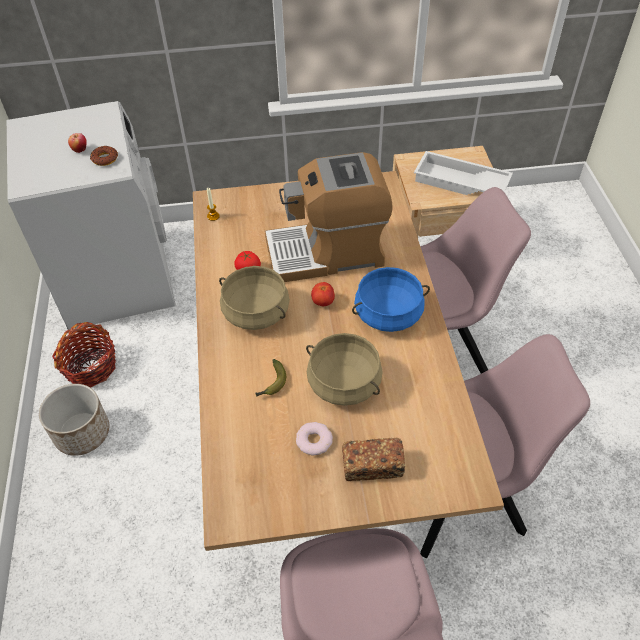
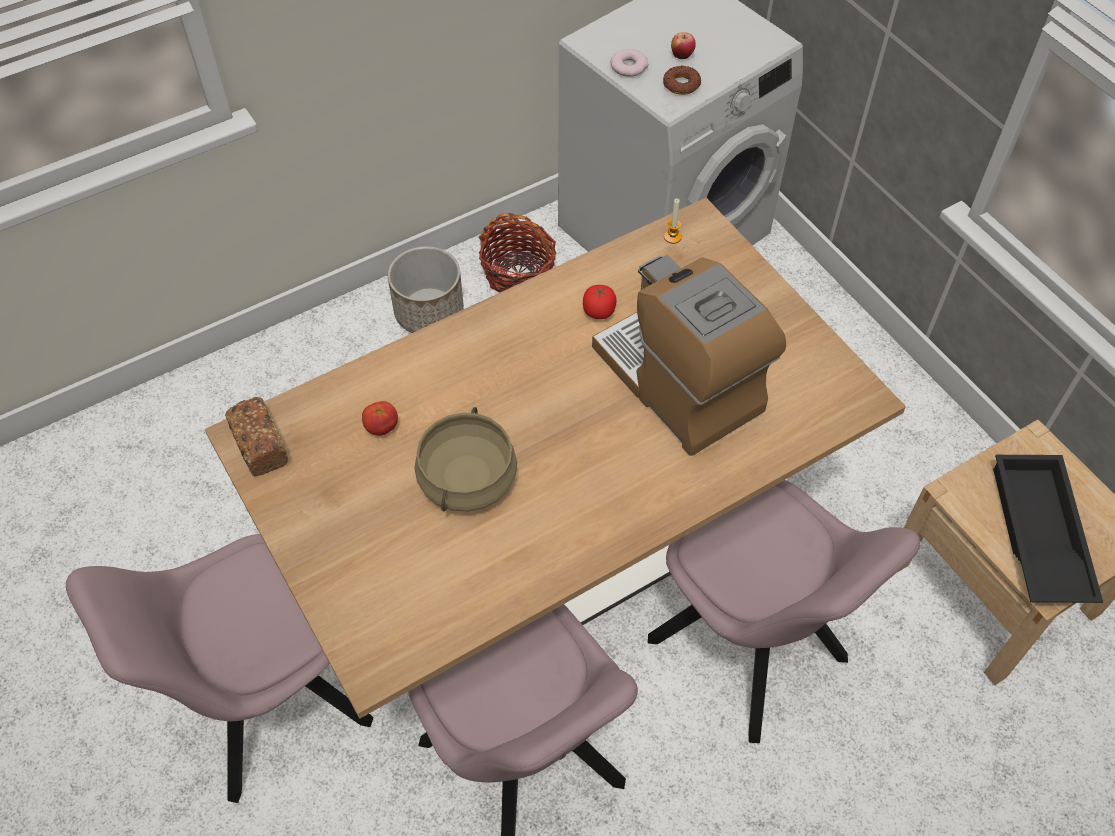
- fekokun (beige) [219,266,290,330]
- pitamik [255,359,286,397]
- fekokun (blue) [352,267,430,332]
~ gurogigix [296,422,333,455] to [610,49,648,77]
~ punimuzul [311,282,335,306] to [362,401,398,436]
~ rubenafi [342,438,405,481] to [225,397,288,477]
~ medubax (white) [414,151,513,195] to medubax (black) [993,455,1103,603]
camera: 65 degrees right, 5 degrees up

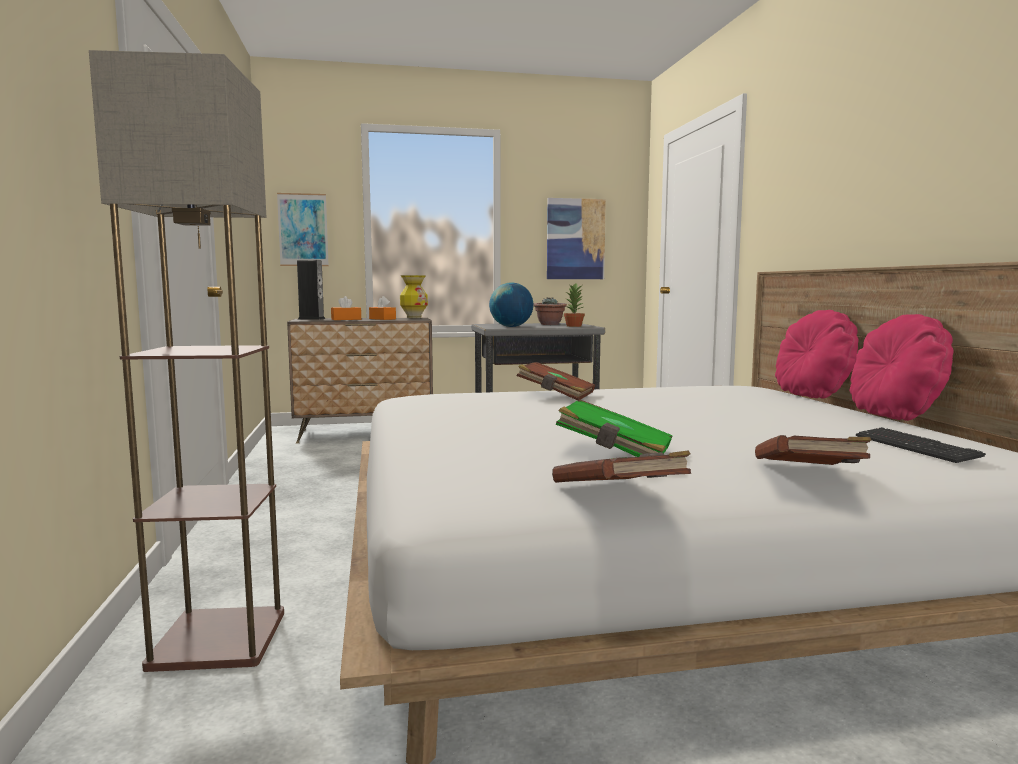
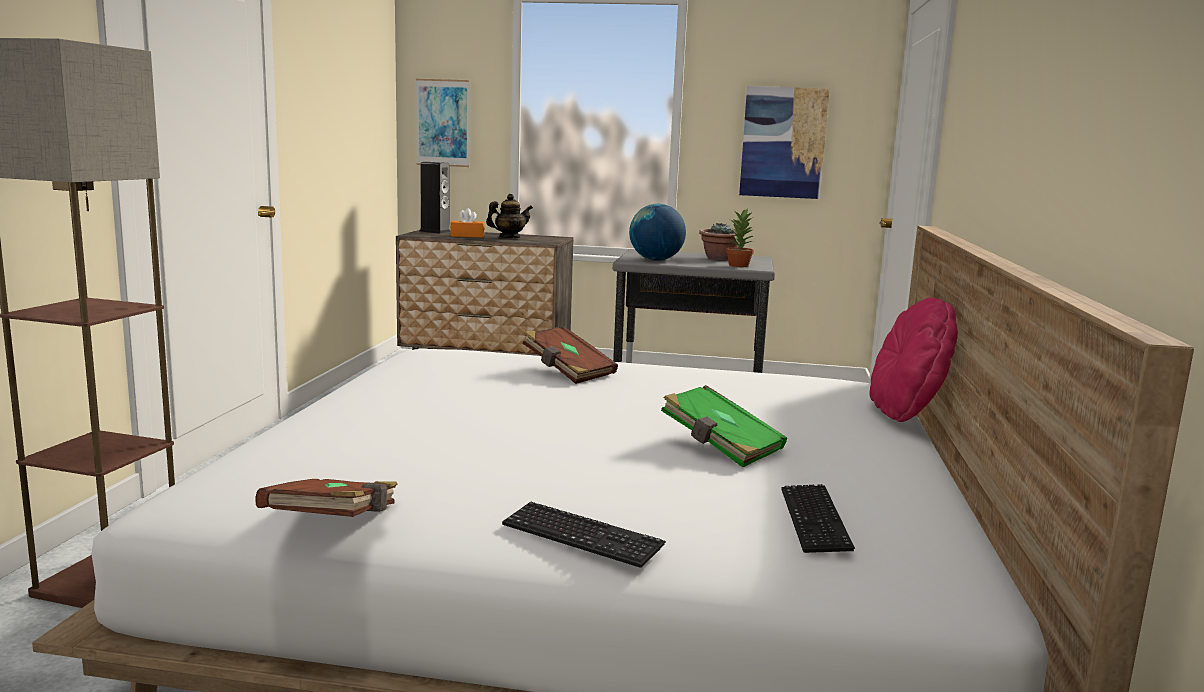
- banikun [400,275,428,318]
- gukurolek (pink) [850,314,954,421]
~ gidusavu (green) [556,399,673,457] to [661,385,787,468]
~ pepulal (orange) [369,296,396,320] to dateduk [486,194,533,238]
~ gidusavu (brown) [755,435,871,465] to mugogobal [502,502,666,568]
camera: 20 degrees right, 5 degrees up

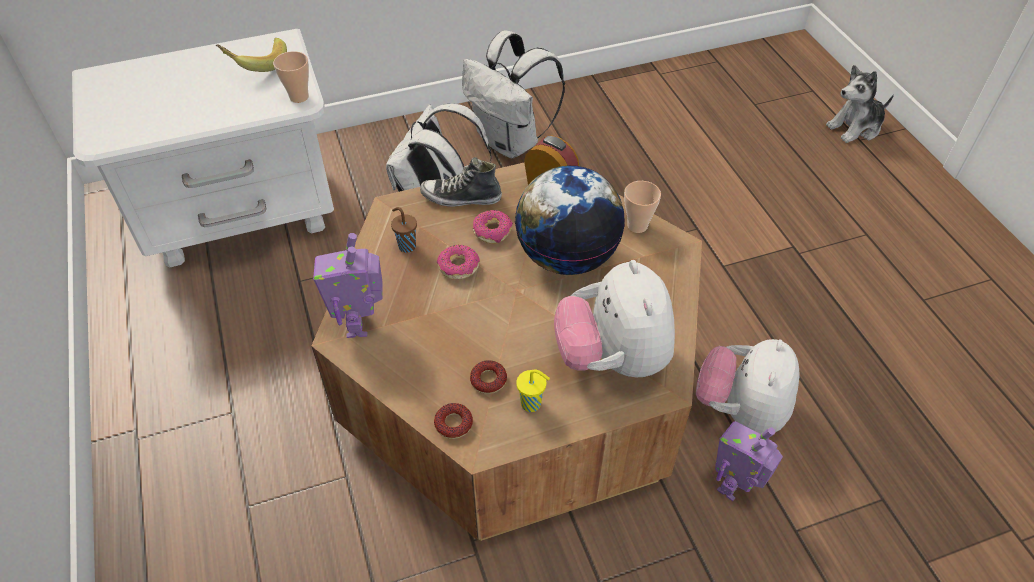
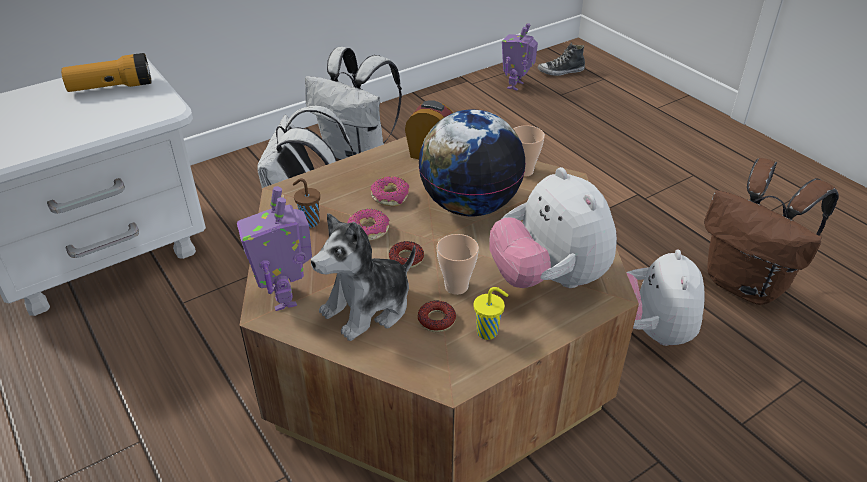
+ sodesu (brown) [704,158,839,305]
~ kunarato [273,51,309,103] to [437,234,479,295]
~ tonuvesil [420,157,502,207] to [538,42,585,76]
~ gurogigix [434,403,473,439] to [389,241,424,268]
~ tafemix [715,421,783,501] to [502,23,538,91]
~ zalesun [826,65,894,143] to [311,213,416,341]
~ pitamik [216,38,287,72] to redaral [61,53,152,92]
camera: 15 degrees left, 10 degrees down

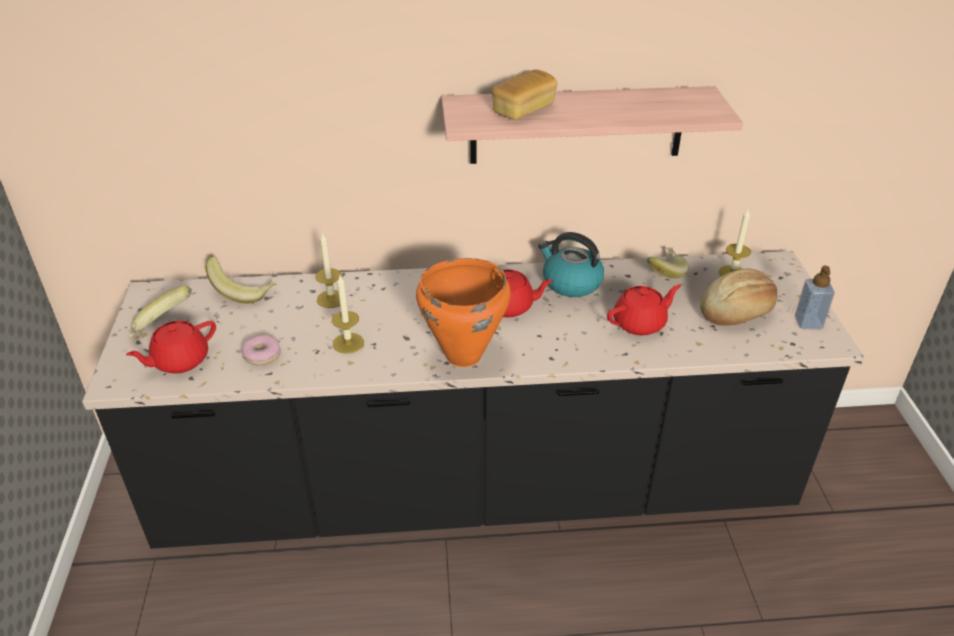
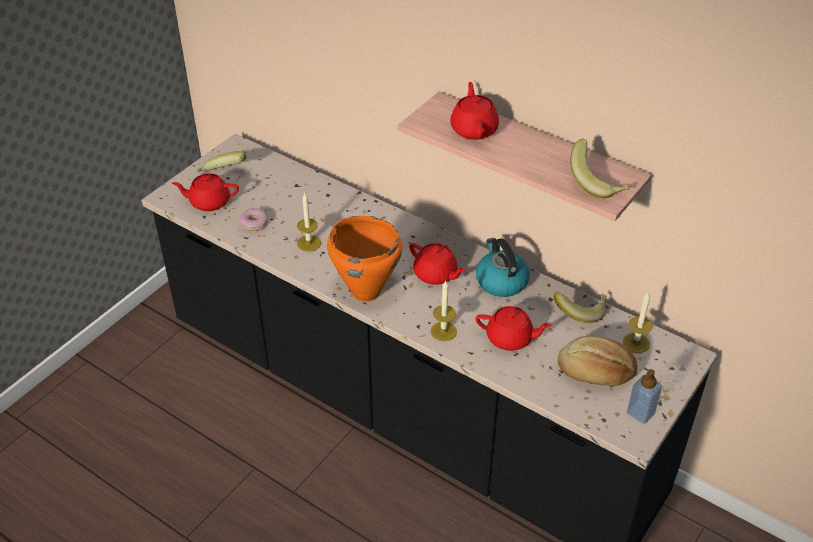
~ pitamik [205,257,276,303] to [570,139,629,198]
~ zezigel [315,232,341,308] to [431,281,457,341]
~ rubenafi [492,69,558,120] to dateduk (red) [451,82,499,140]
camera: 40 degrees right, 5 degrees up

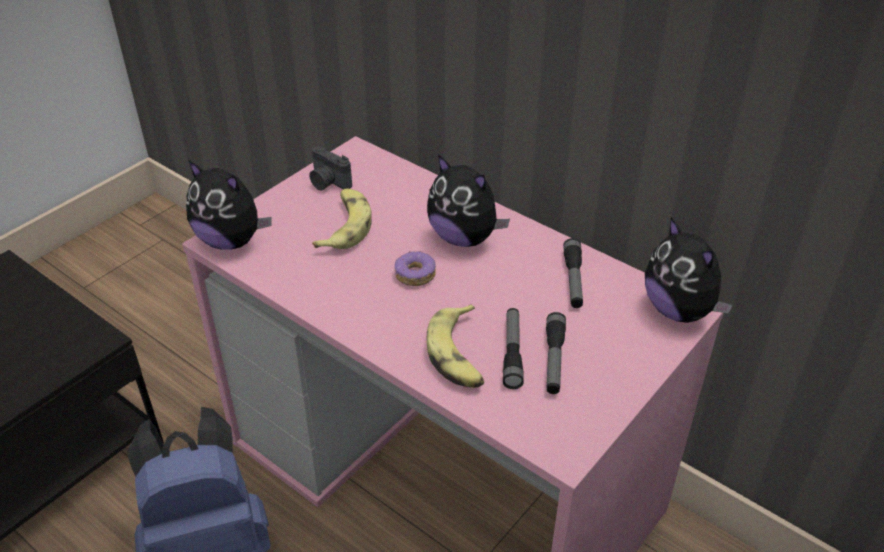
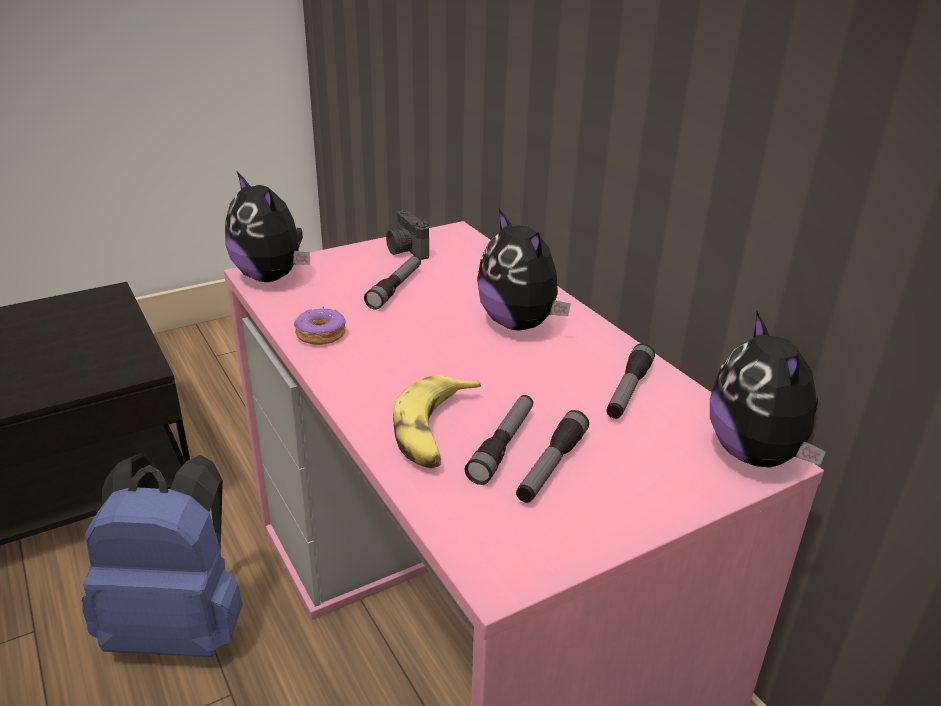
~ gurogigix [395,251,436,286] to [294,307,346,345]
~ pitamik [312,188,372,249] to redaral [364,256,421,310]
camera: 20 degrees right, 10 degrees down

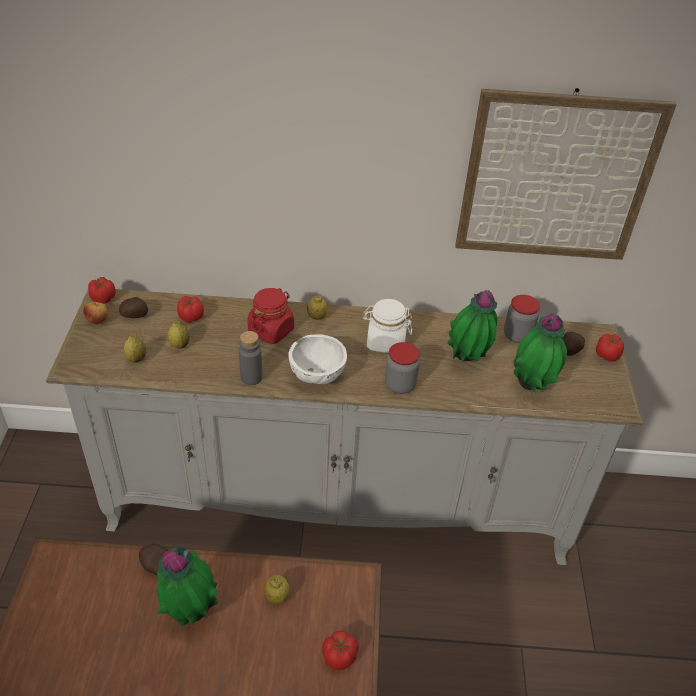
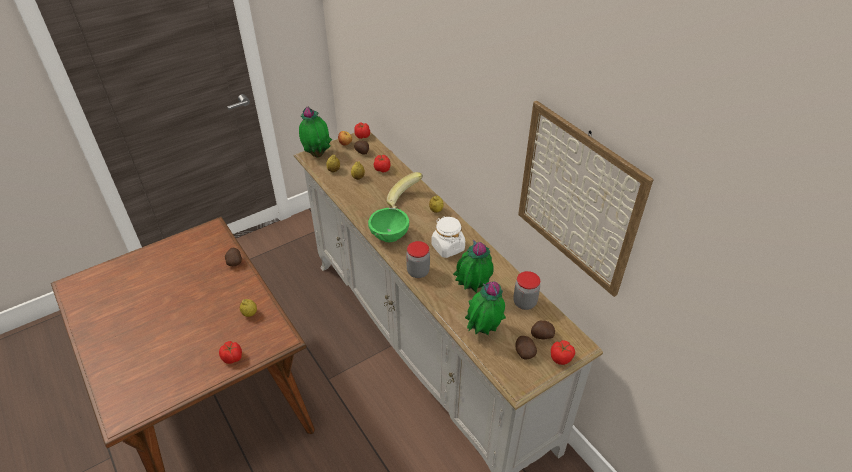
- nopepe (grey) [239,331,262,385]
+ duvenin [515,336,537,360]
~ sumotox [157,546,218,626] to [299,106,332,158]
~ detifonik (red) [248,288,294,344] to pitamik [387,172,423,208]
~ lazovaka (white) [288,334,347,384] to lazovaka (green) [368,208,409,242]
camera: 55 degrees right, 0 degrees up

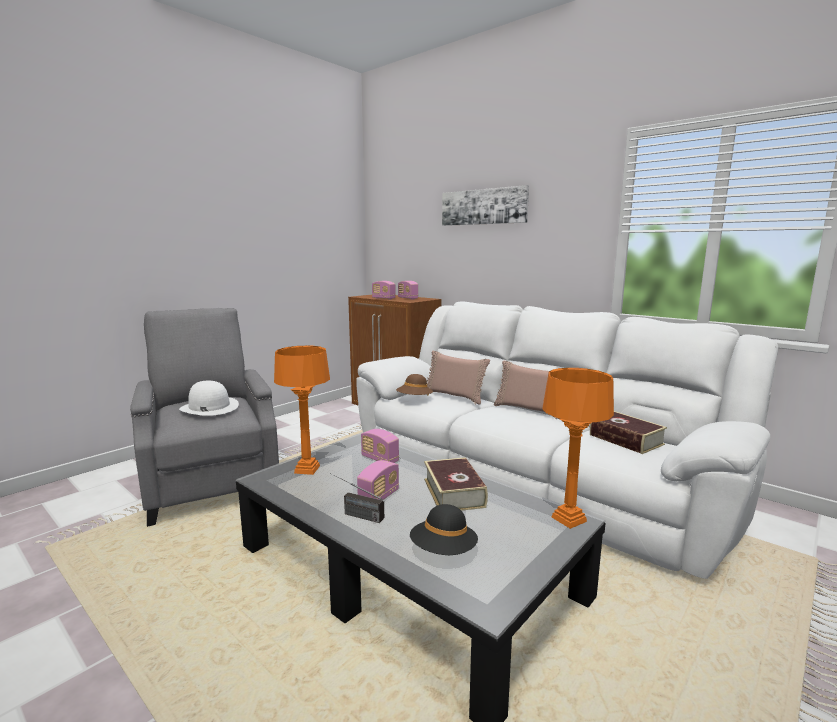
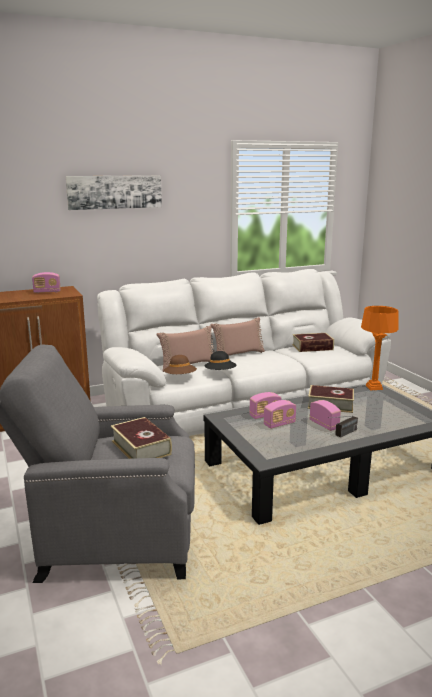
- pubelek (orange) [274,346,330,475]
~ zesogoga [372,281,396,299] to [264,400,296,429]
~ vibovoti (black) [410,504,478,555] to [205,351,236,370]
~ vibovoti (white) [179,381,239,416] to gidusavu [111,417,172,459]
camera: 65 degrees left, 5 degrees up

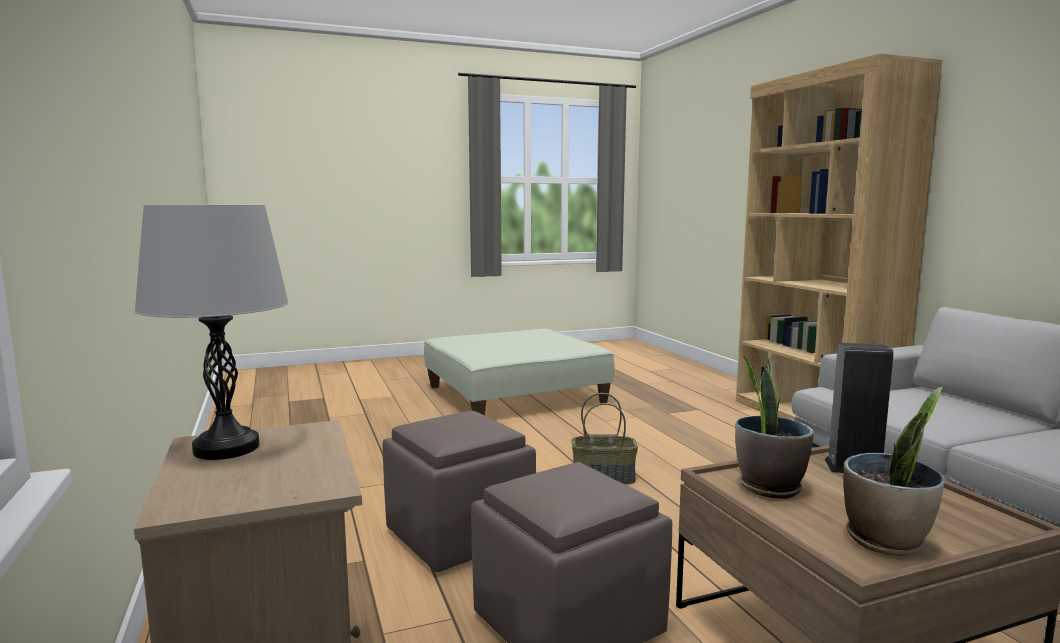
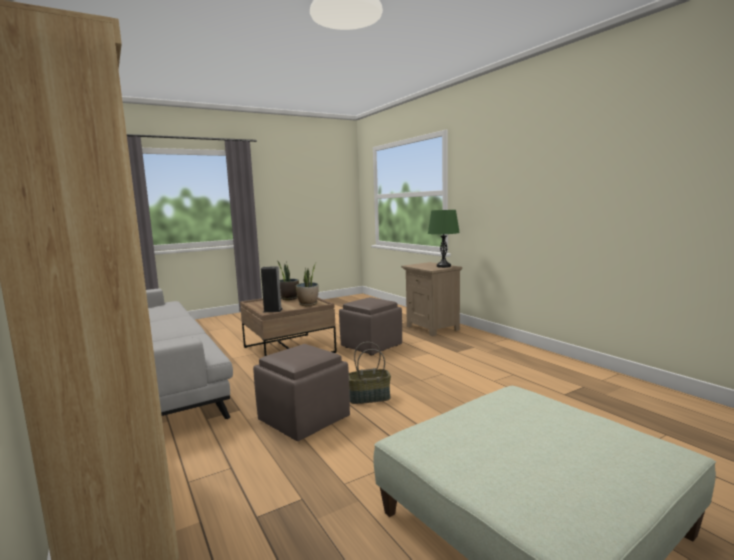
~ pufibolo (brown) [382,411,536,573] to [253,344,350,441]
~ pubelek (grey) [134,205,289,460] to pubelek (green) [428,210,460,268]
camera: 170 degrees right, 0 degrees up

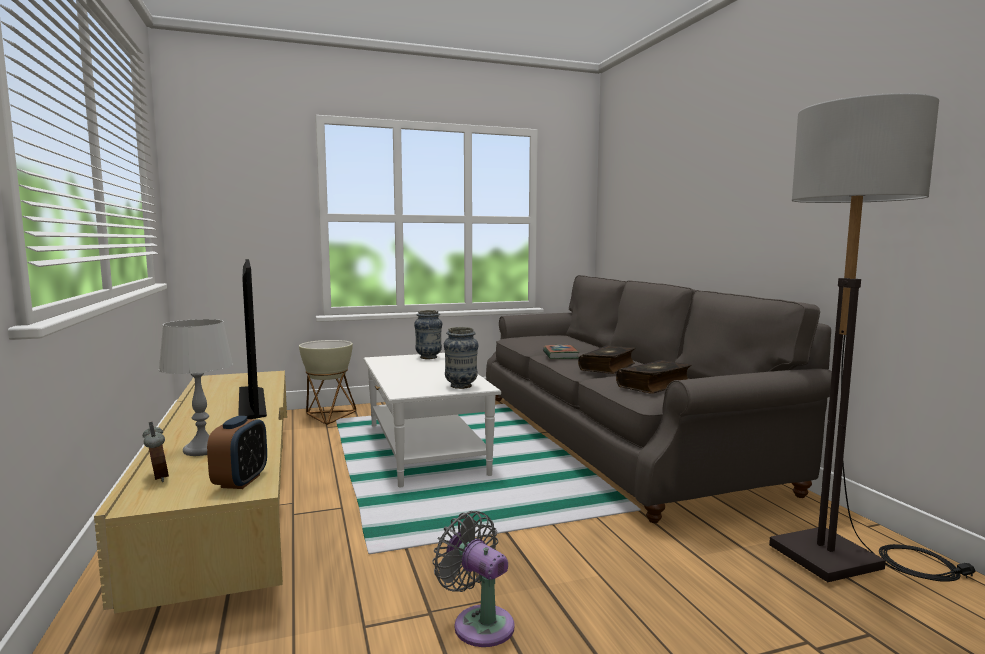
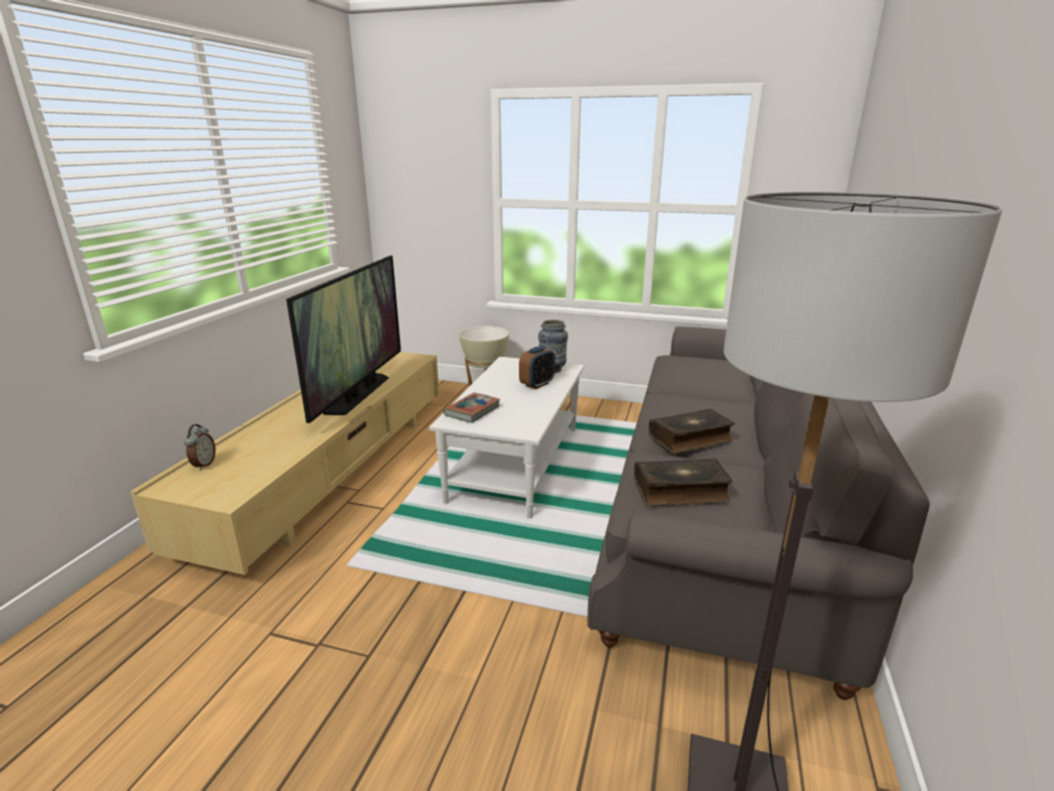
- pubelek (grey) [159,319,233,456]
- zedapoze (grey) [433,511,514,647]
- banikun [444,327,478,389]
~ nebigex [207,416,267,489] to [519,346,555,389]
~ gidusavu [543,345,579,359] to [443,393,501,423]
camera: 35 degrees right, 15 degrees up

